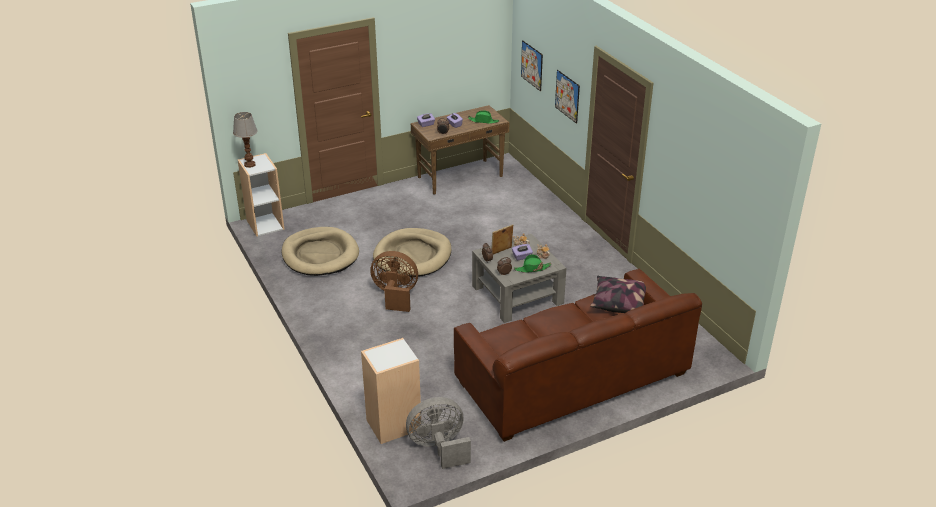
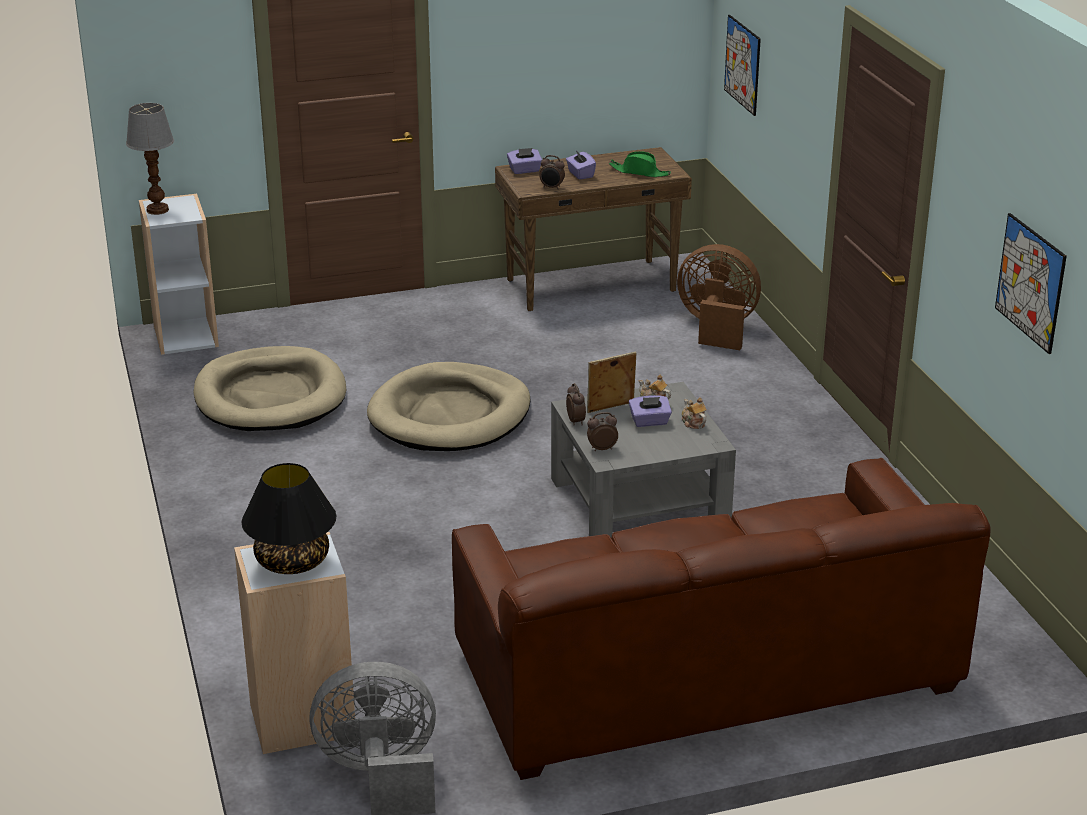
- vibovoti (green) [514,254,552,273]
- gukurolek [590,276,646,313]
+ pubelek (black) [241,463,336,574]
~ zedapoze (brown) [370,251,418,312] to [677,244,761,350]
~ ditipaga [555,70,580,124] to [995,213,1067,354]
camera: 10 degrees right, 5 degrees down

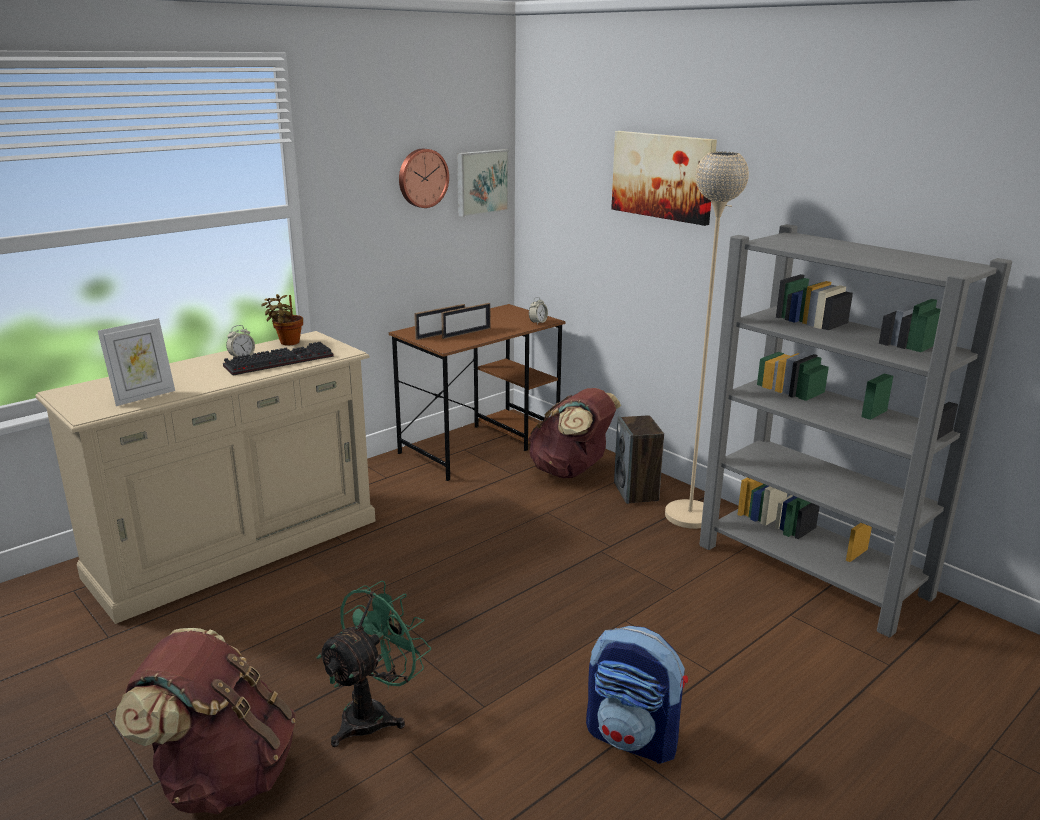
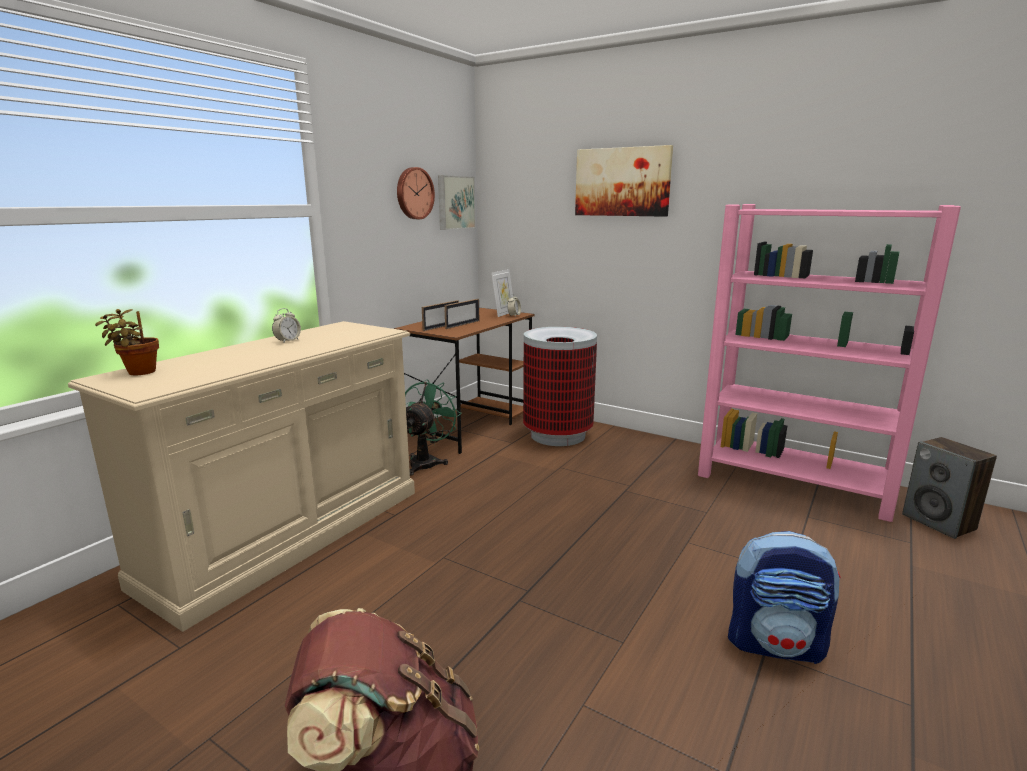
- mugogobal [223,342,334,376]
- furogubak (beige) [665,151,749,529]
~ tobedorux [98,318,175,406] to [491,269,513,317]
~ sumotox [261,294,303,345] to [95,309,159,375]
~ zedapoze (green) [317,580,431,747] to [405,379,462,476]
~ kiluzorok [614,415,664,504] to [902,437,997,539]
~ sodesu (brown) [528,388,621,478] to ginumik [523,327,597,446]
~ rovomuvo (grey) [699,224,1012,637] to rovomuvo (pink) [698,204,961,522]
camera: 15 degrees left, 5 degrees down

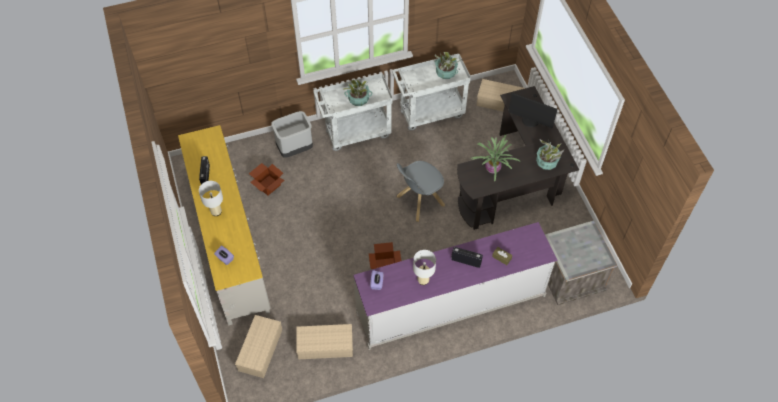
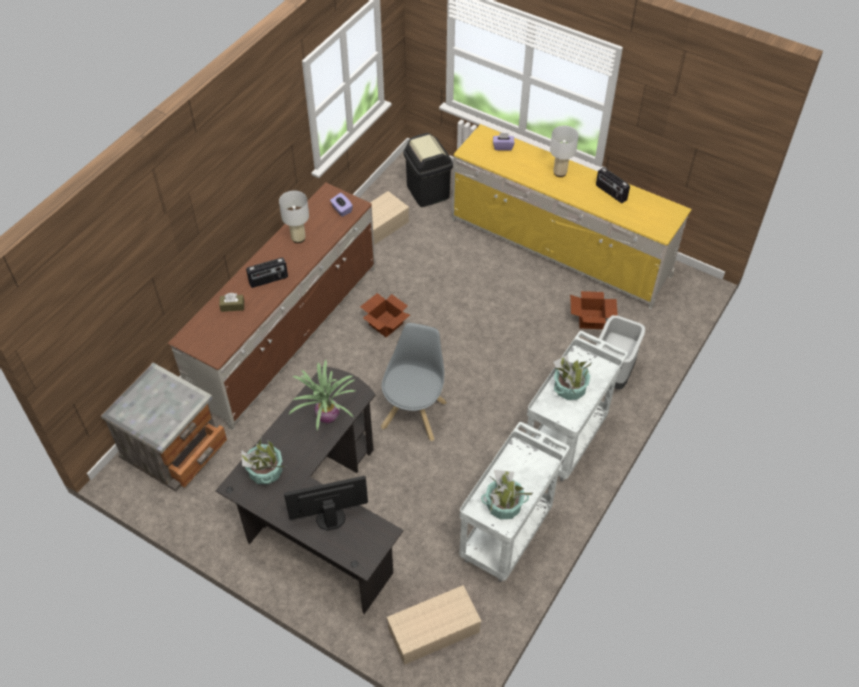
~ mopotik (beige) [235,315,282,378] to ginumik (black) [403,133,453,207]
~ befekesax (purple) [353,222,558,350] to befekesax (brown) [167,183,375,430]
camera: 140 degrees right, 5 degrees down

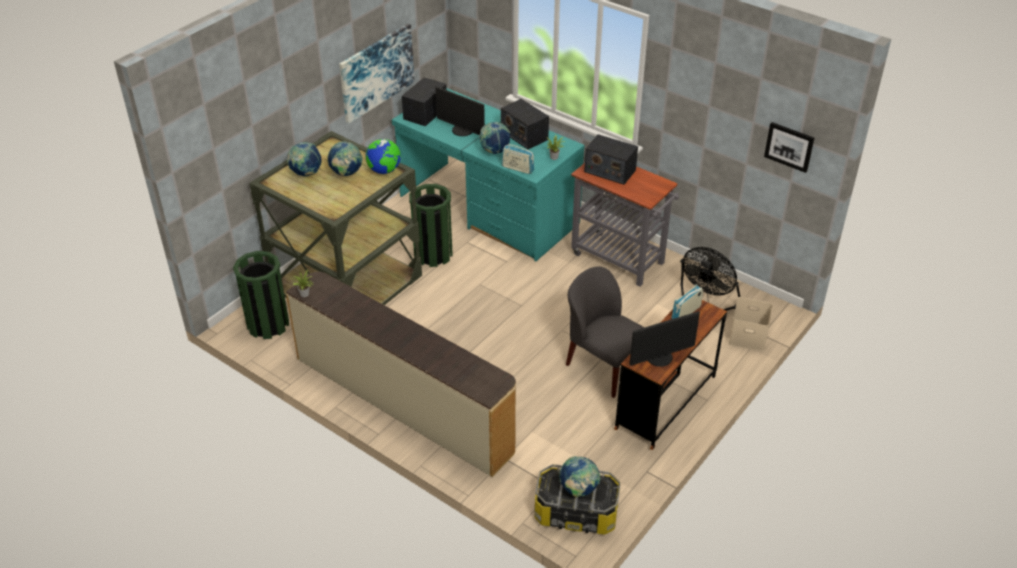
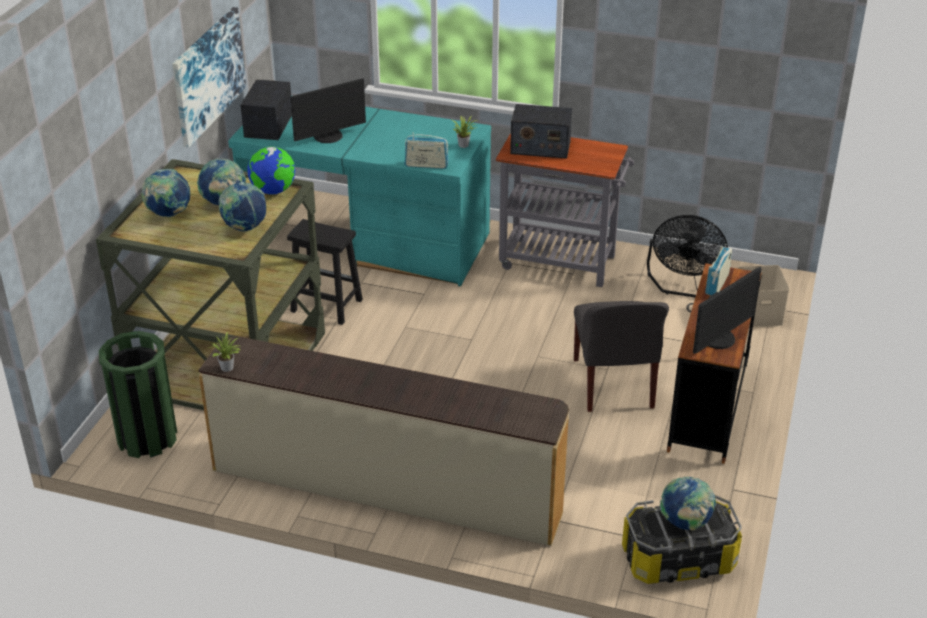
- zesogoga [501,99,549,149]
- ditipaga [764,122,814,173]
~ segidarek [479,122,510,154] to [218,182,266,232]
~ ginumik (green) [409,184,452,267] to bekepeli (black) [287,219,363,325]
~ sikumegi [435,86,485,136] = [290,78,366,143] 45 degrees counterclockwise
~ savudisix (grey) [566,266,645,398] = [574,301,669,412] 120 degrees counterclockwise
camera: 20 degrees left, 5 degrees down

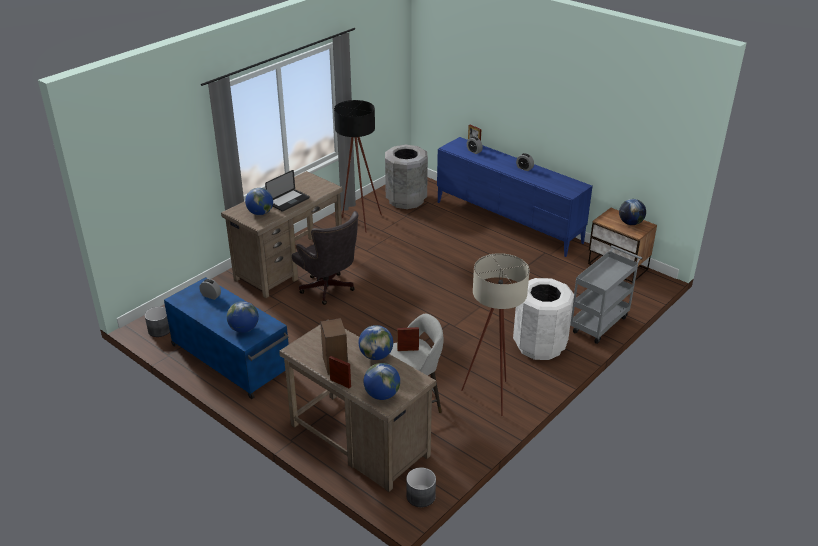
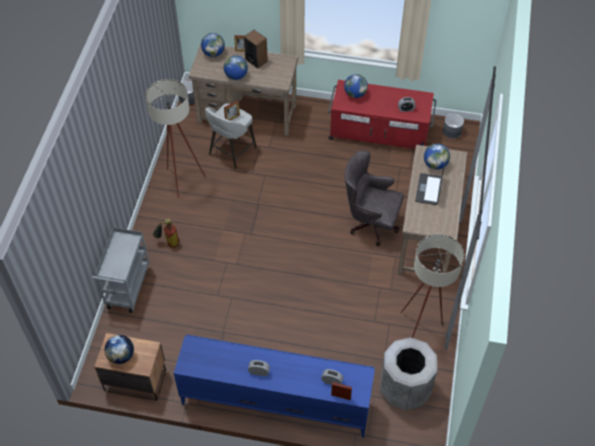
~ ginumik (white) [513,278,574,360] to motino [153,219,179,248]
~ befekesax (blue) [164,277,289,399] to befekesax (red) [328,80,436,149]
~ furogubak (black) [334,100,382,233] to furogubak (beige) [401,234,464,338]
camera: 150 degrees right, 20 degrees up

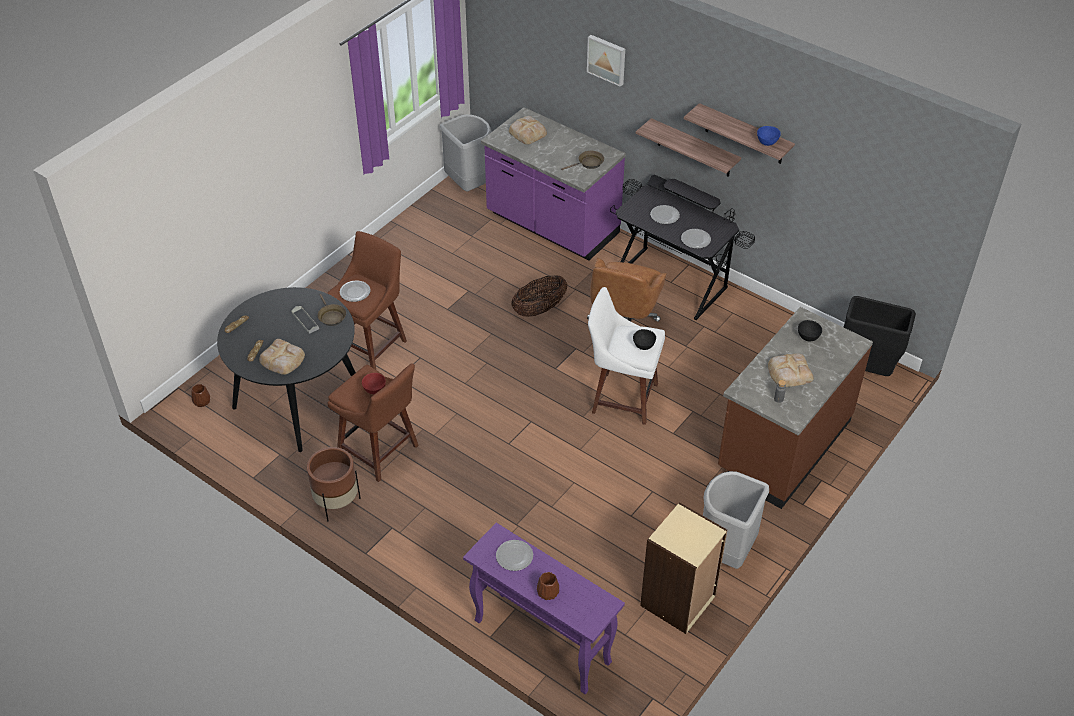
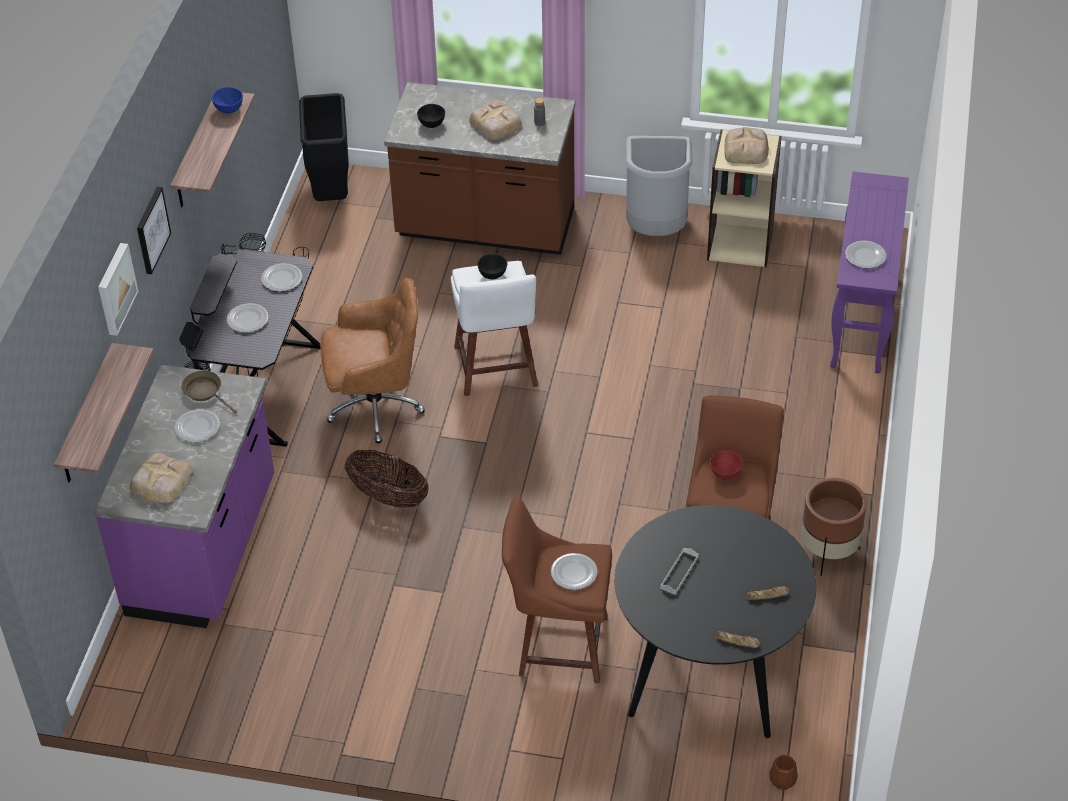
- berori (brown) [318,294,346,326]
- ginumik (grey) [440,115,492,192]
- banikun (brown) [537,572,559,600]
+ ditipaga [137,187,171,274]
+ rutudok [175,409,220,442]
~ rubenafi [259,339,305,375] to [725,127,769,164]
~ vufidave [636,118,741,177] to [54,343,154,482]
camera: 115 degrees left, 0 degrees up

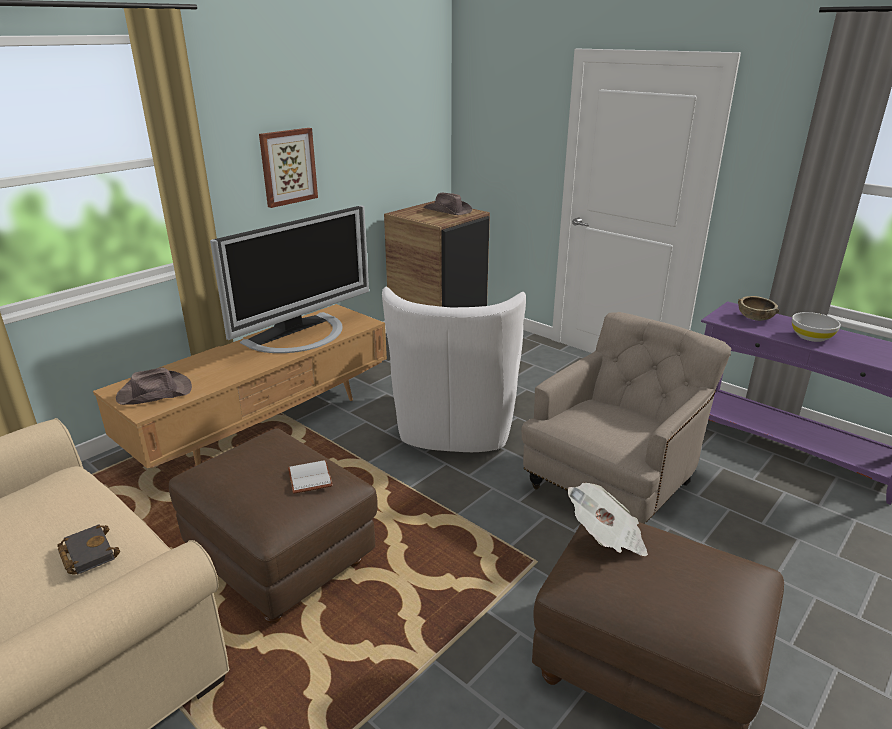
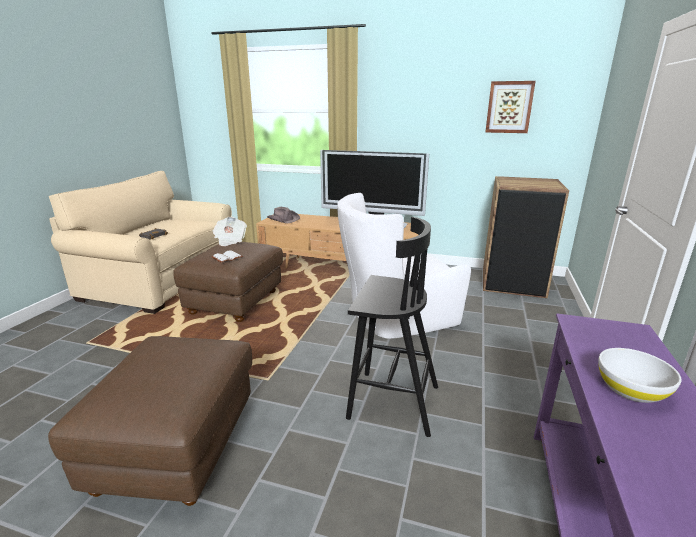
- vibovoti (brown) [423,193,472,215]
- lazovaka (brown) [738,296,779,321]
~ ditipaga [259,128,318,208] to [485,81,536,133]
~ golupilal [568,483,648,556] to [212,217,247,246]
~ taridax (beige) [521,312,731,524] to bekepeli (black) [346,217,438,437]
camera: 65 degrees right, 5 degrees down

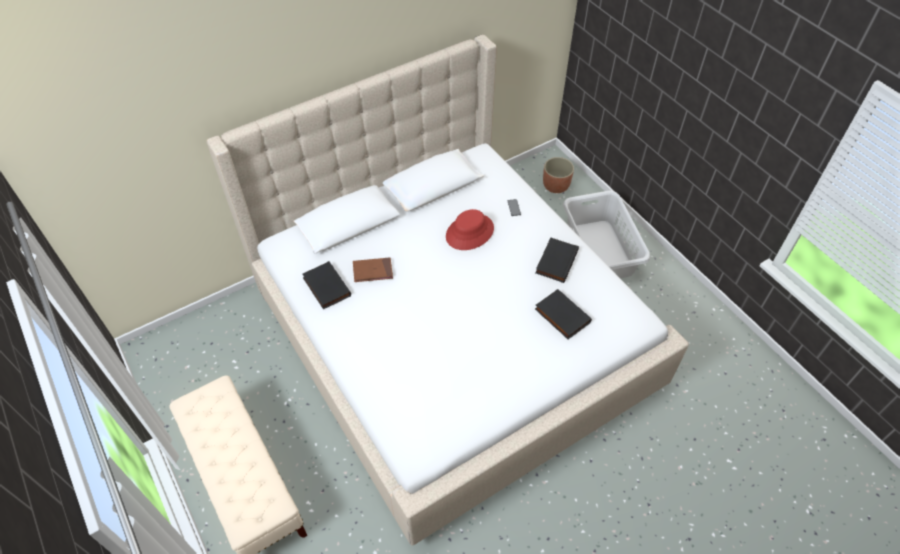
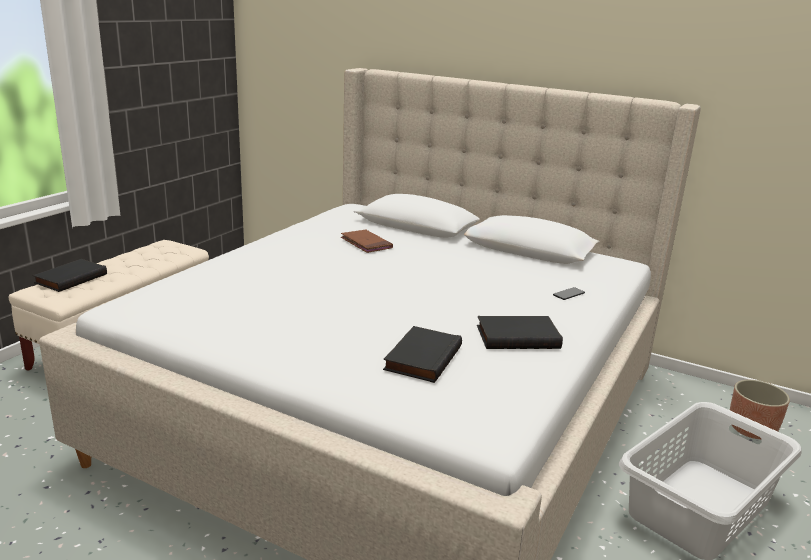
- vibovoti (red) [446,209,494,250]
~ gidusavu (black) [302,261,351,309] to [33,259,107,292]
camera: 60 degrees right, 30 degrees down

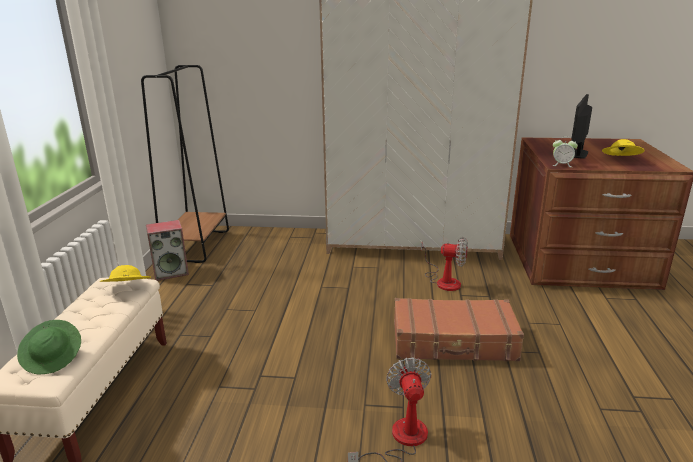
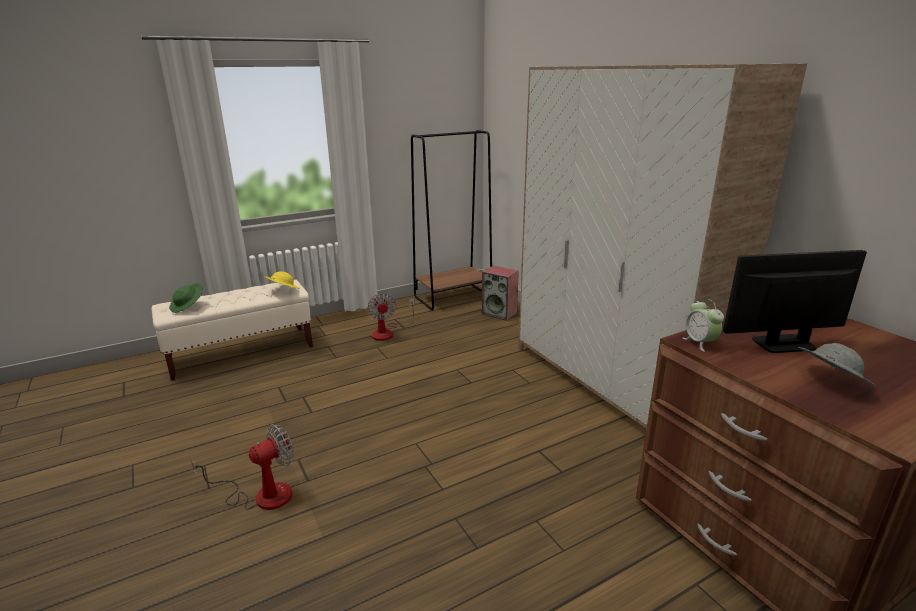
- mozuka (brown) [394,298,524,361]
~ kiluzorok [146,220,189,281] to [482,266,519,321]
~ zedapoze [421,237,468,291] to [368,293,415,341]
~ vibovoti (yellow) [602,139,645,156] to vibovoti (grey) [798,343,876,387]
camera: 55 degrees right, 0 degrees up

